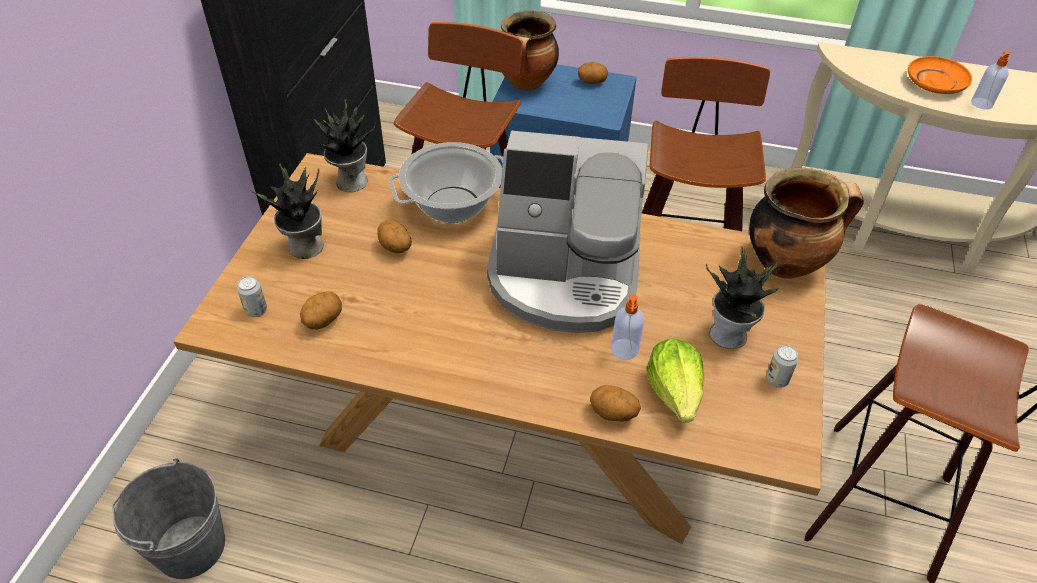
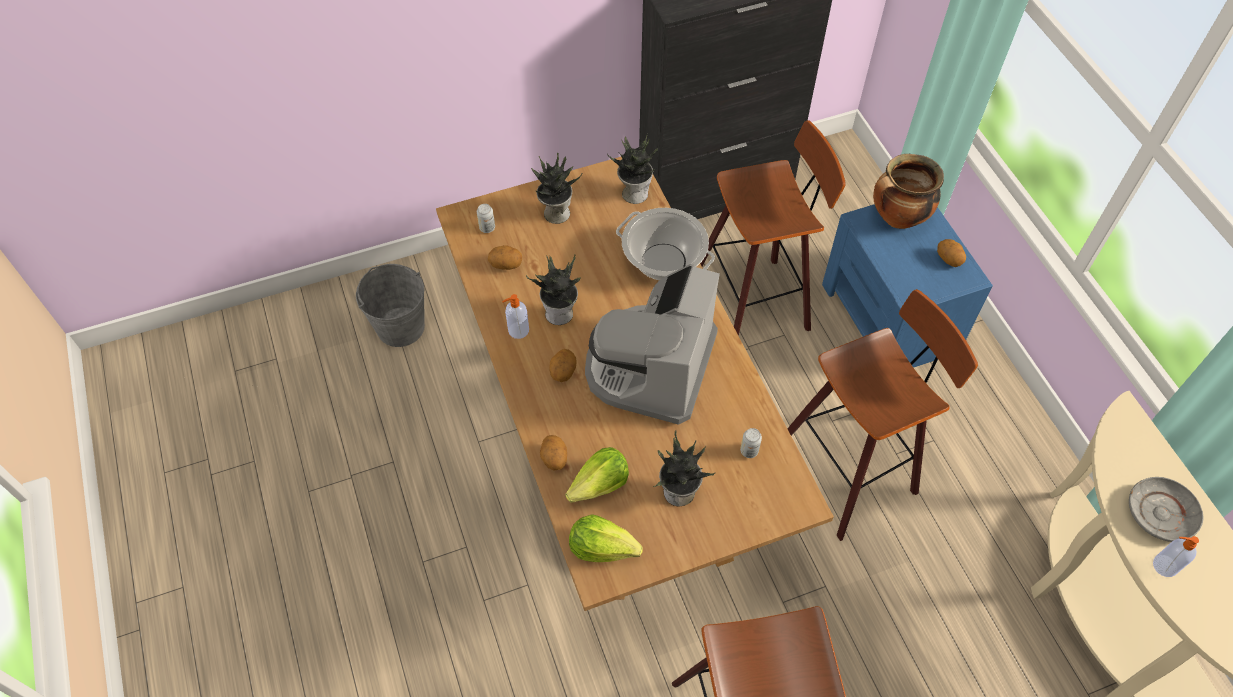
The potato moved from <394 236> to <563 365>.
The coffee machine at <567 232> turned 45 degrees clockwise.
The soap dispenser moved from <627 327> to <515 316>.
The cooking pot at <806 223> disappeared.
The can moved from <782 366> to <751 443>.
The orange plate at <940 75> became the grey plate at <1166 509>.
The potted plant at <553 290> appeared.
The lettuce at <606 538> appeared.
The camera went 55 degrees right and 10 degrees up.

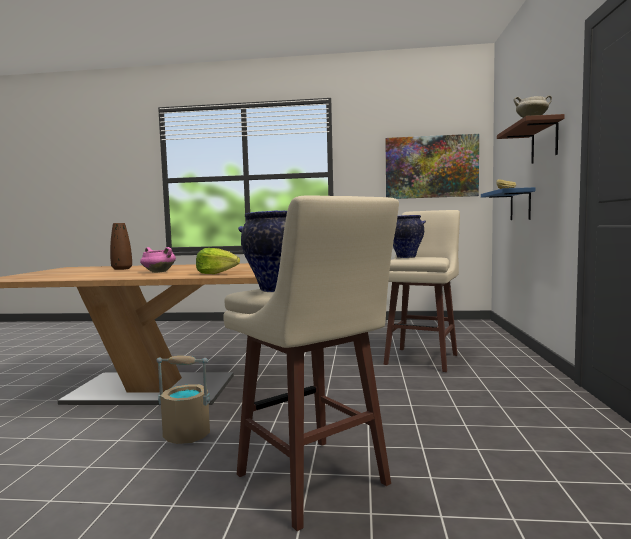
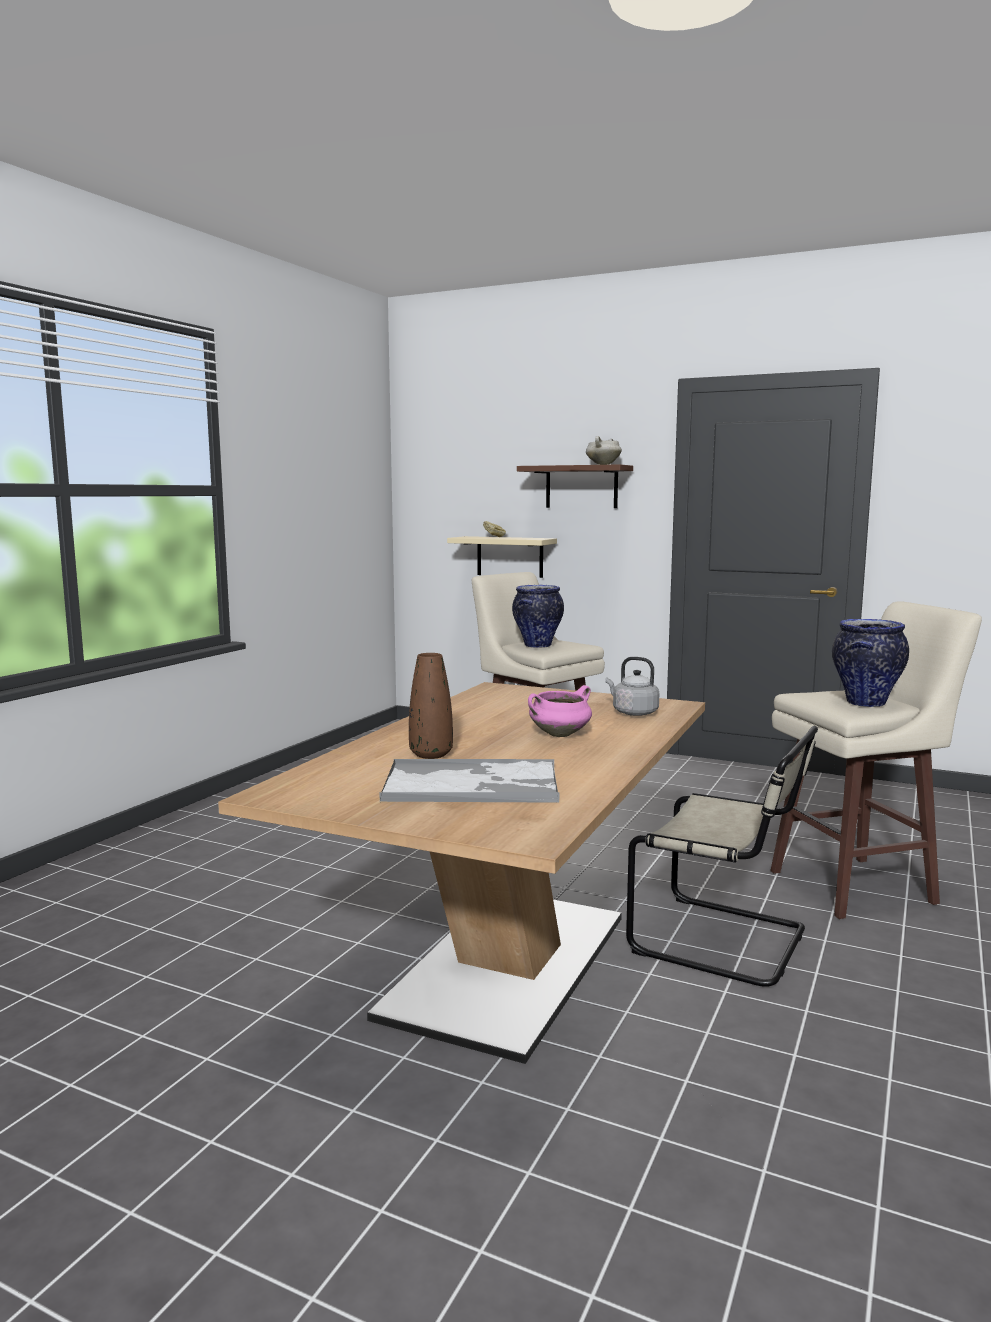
The beige bucket at <183 400> was replaced by the beige chair at <722 856>.
The lettuce at <218 261> was replaced by the grey kettle at <632 686>.
The picture at <432 166> disappeared.
The blue shelf at <508 203> became the beige shelf at <502 557>.
The tray at <469 781> appeared.
The camera went 70 degrees left and 5 degrees up.

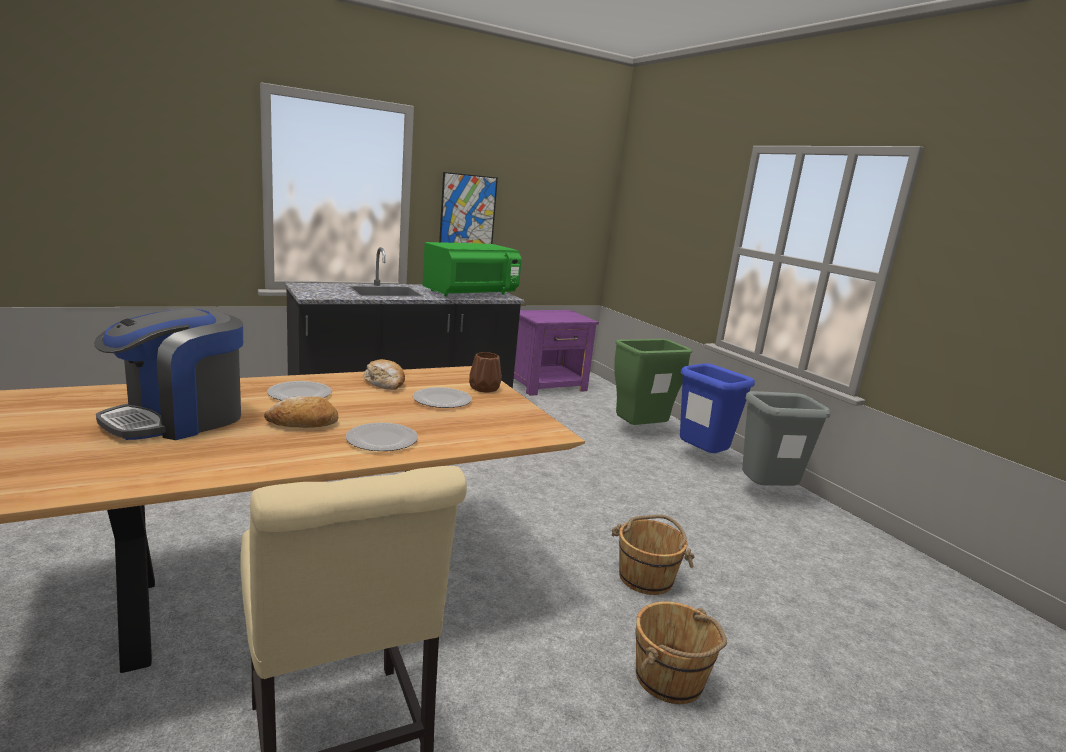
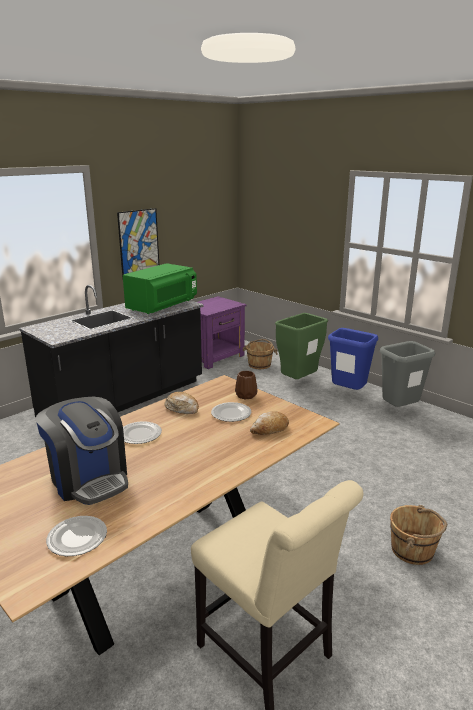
The coffee machine at <168 374> turned 60 degrees counterclockwise.
The bread moved from <301 412> to <269 423>.
The plate moved from <382 437> to <76 536>.
The brown bucket moved from <653 555> to <260 354>.
The camera went 15 degrees left and 5 degrees up.

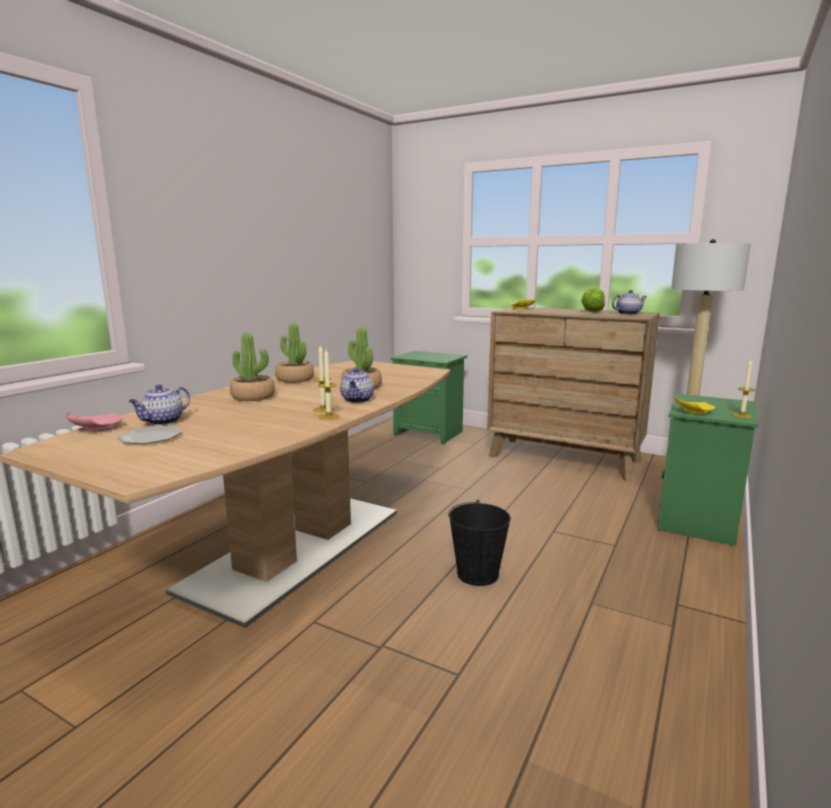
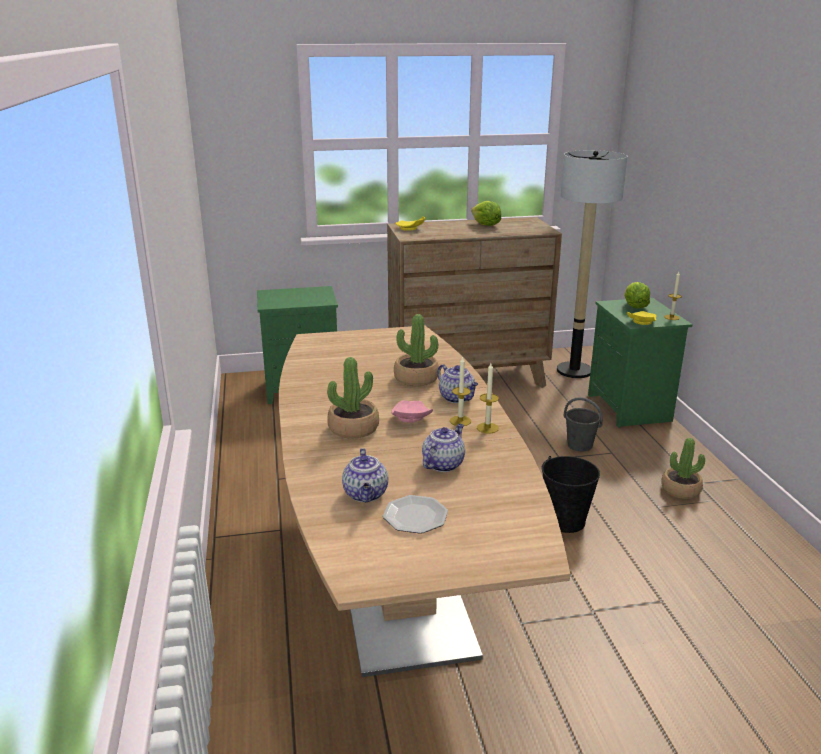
The pink plate moved from <94 422> to <412 411>.
The potted plant moved from <294 353> to <683 468>.
The teapot moved from <629 302> to <443 448>.
The grey bucket at <583 424> appeared.
The lettuce at <637 295> appeared.
The camera went 40 degrees left and 10 degrees up.

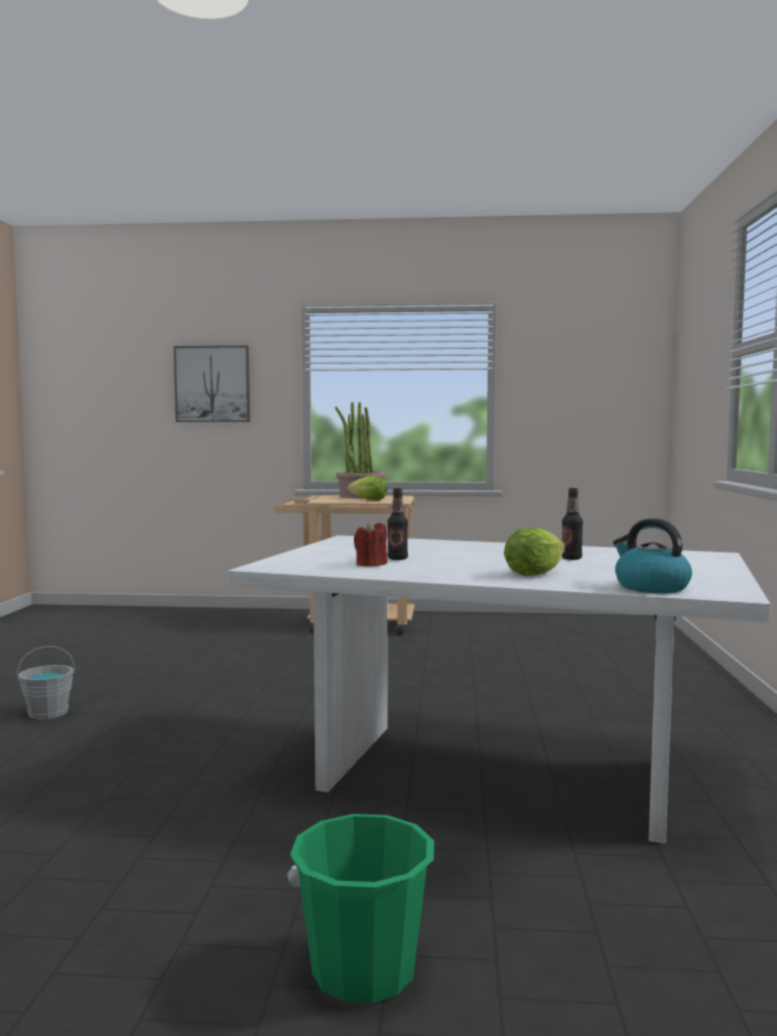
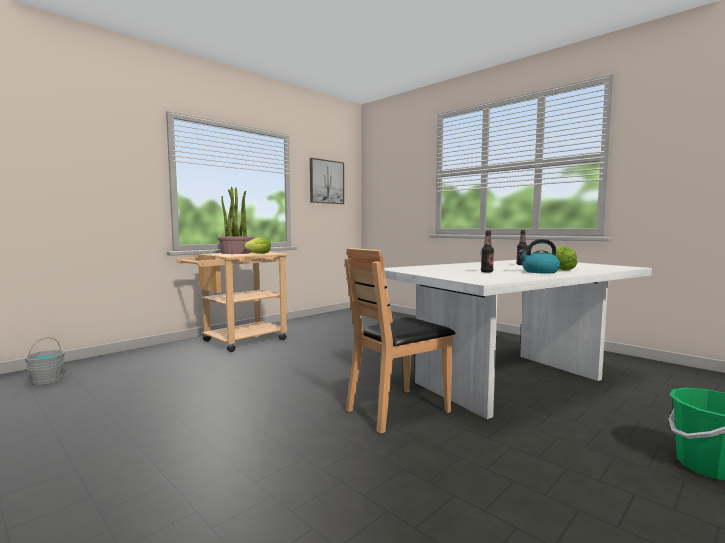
The grey bucket moved from <46 682> to <44 361>.
The picture moved from <212 384> to <327 181>.
The red candle at <370 543> disappeared.
The kettle moved from <652 555> to <539 256>.
The brown chair at <399 341> appeared.
The camera went 50 degrees left and 0 degrees up.

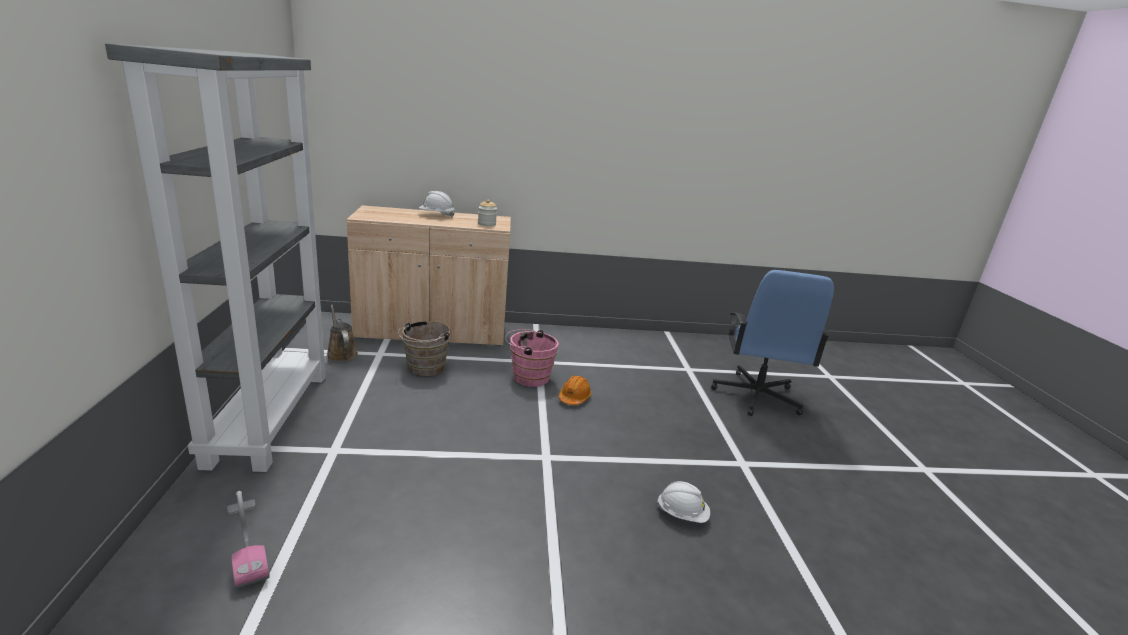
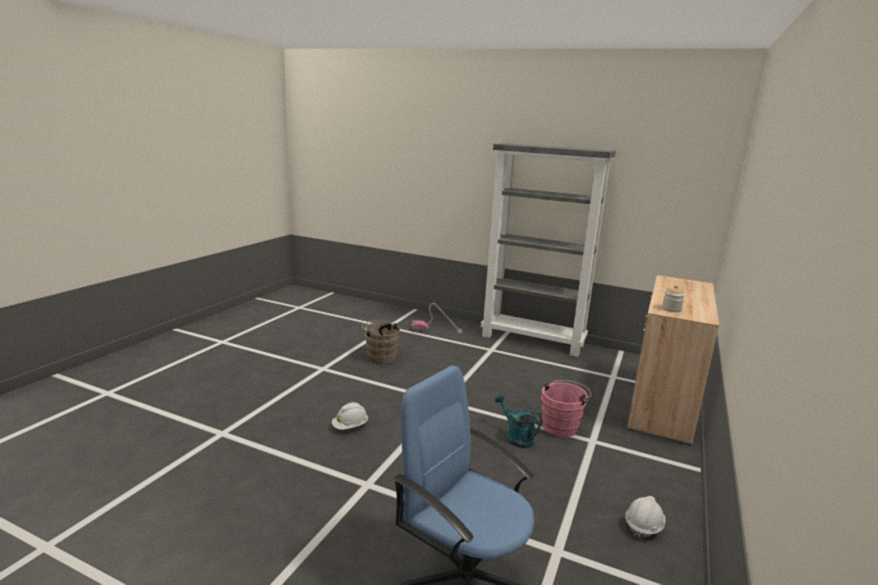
The brown watering can at <342 333> disappeared.
The brown bucket moved from <424 348> to <381 342>.
The white hard hat moved from <437 204> to <645 517>.
The orange hard hat at <575 390> was replaced by the turquoise watering can at <517 421>.
The camera went 120 degrees right and 5 degrees down.

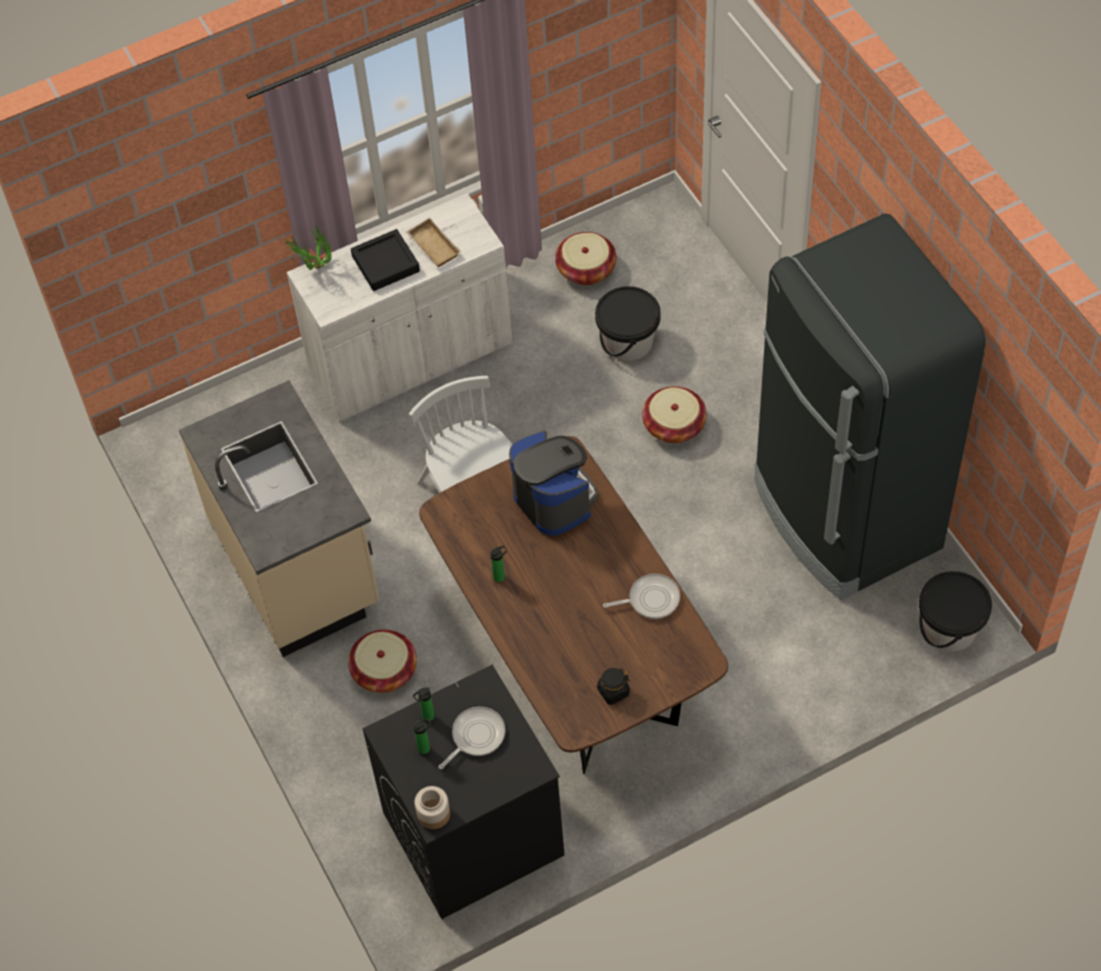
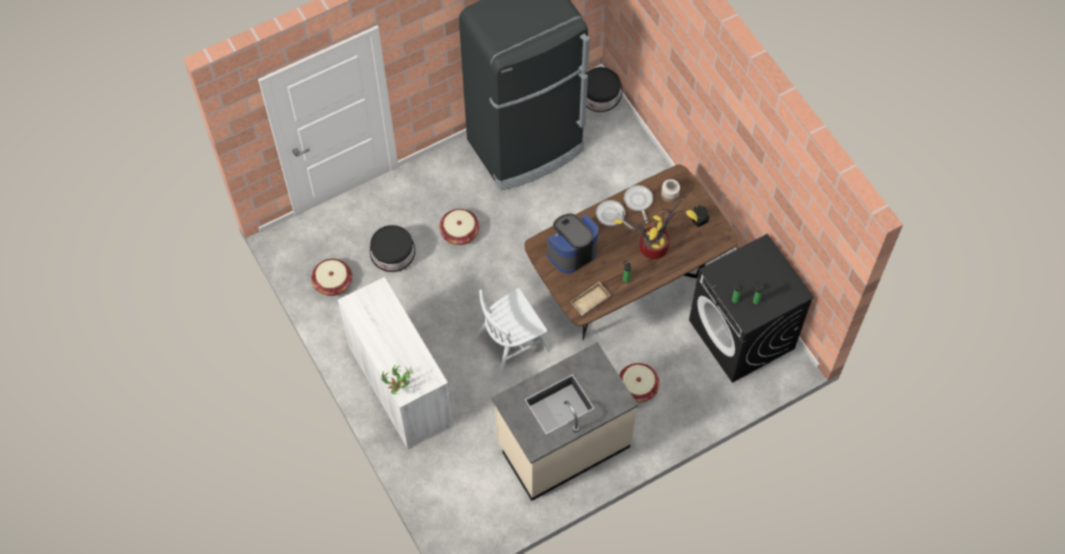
The black tray at <385 260> disappeared.
The beige tray moved from <433 242> to <590 299>.
The jar moved from <432 807> to <670 191>.
The frying pan moved from <472 738> to <615 215>.
The potted plant at <655 227> appeared.
The camera went 95 degrees left and 5 degrees up.

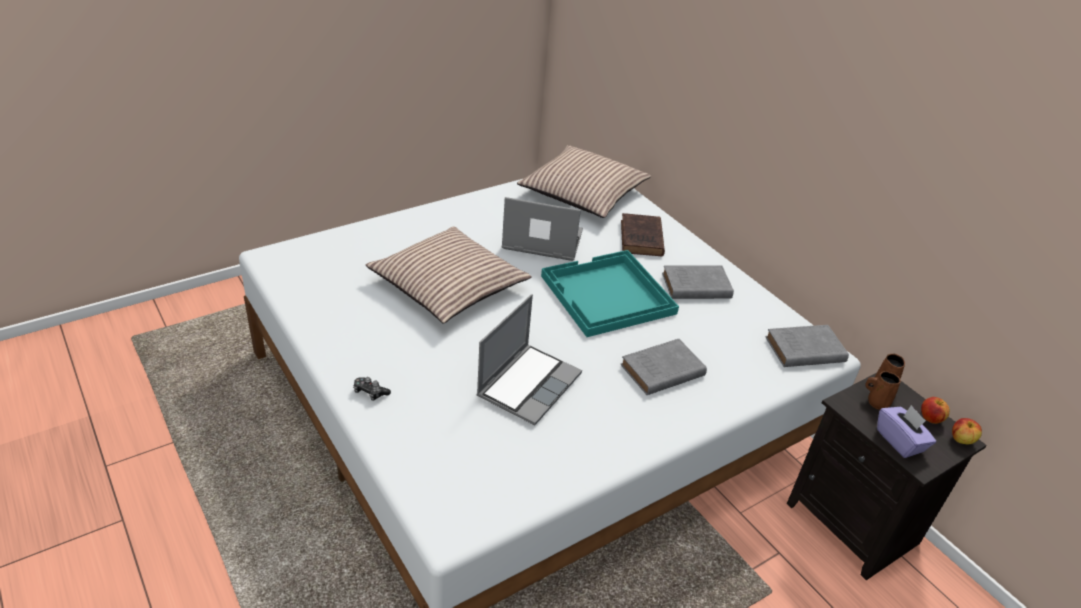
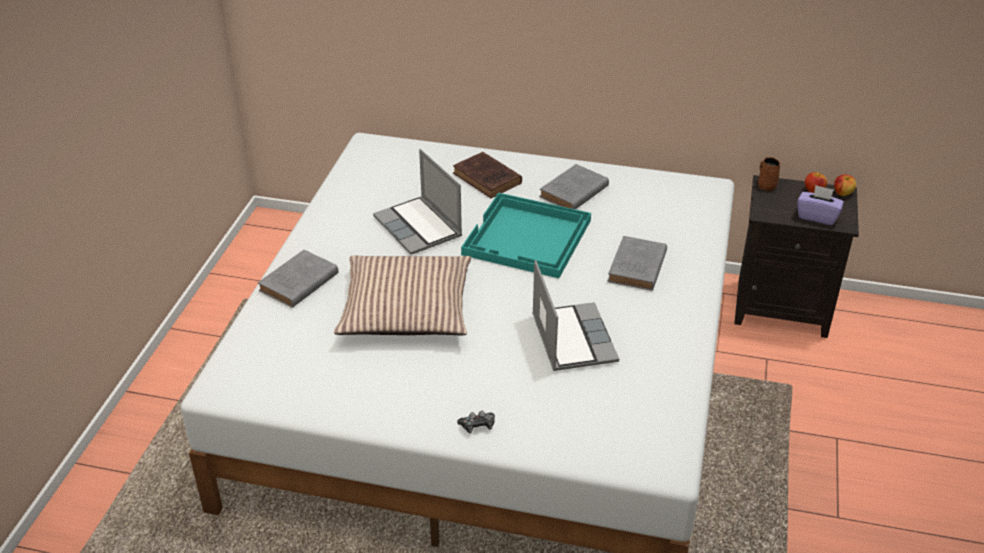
The laptop at <542 229> turned 90 degrees counterclockwise.
The pillow at <584 181> disappeared.
The grey book moved from <807 346> to <298 279>.
The brown mug at <883 390> disappeared.
The camera went 40 degrees left and 0 degrees up.

